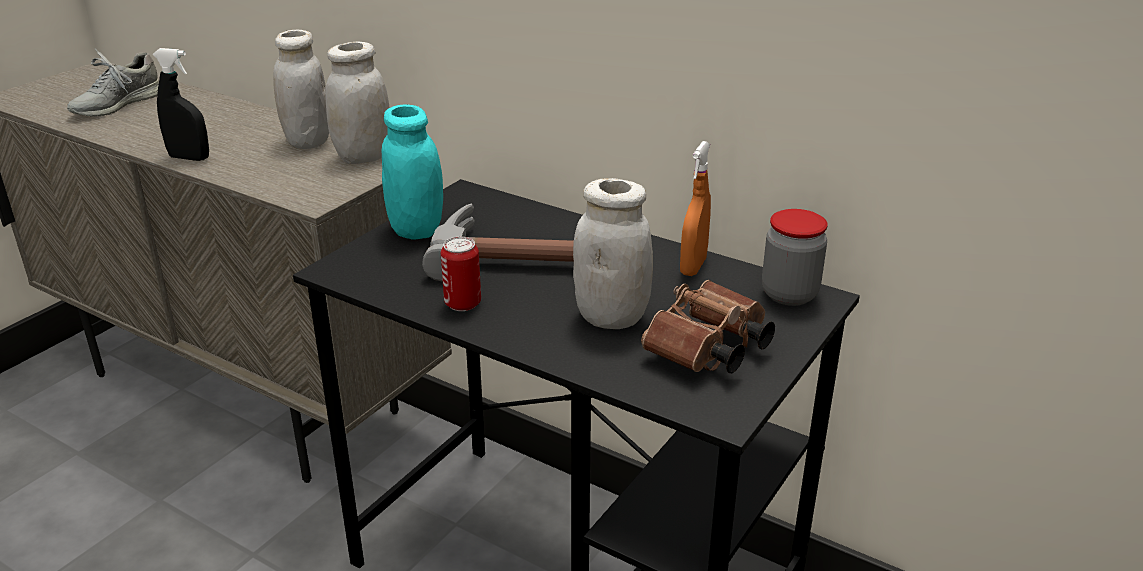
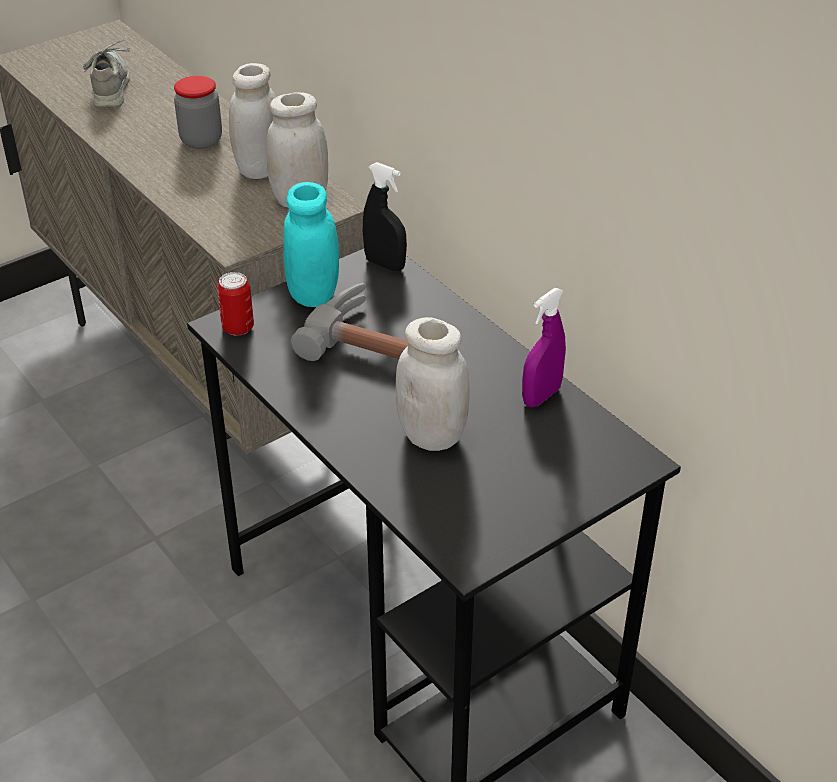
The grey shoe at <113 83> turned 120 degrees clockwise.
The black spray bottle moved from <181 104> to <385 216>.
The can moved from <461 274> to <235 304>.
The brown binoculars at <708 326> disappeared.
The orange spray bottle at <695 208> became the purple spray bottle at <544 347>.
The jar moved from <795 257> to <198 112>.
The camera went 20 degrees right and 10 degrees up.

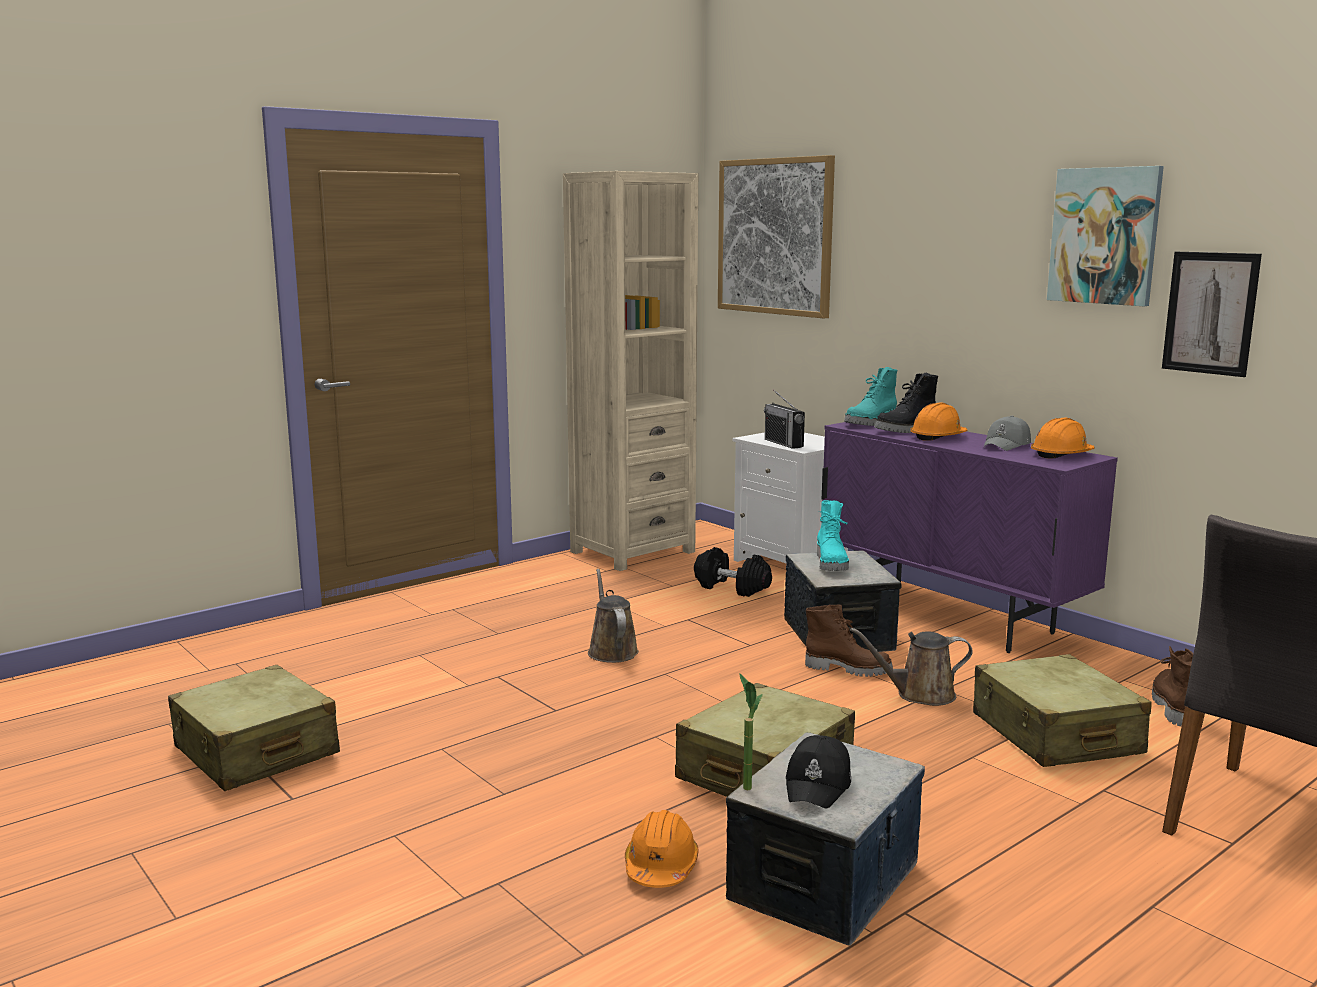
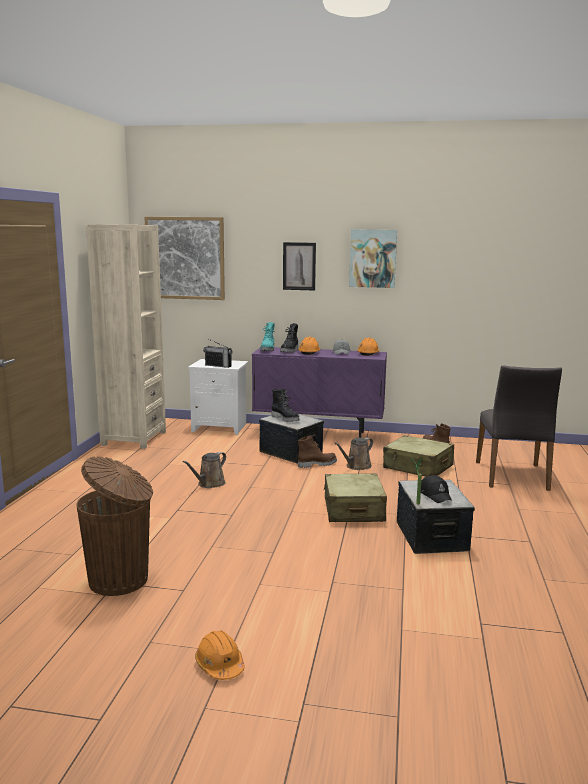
The beige suitcase at <254 728> was replaced by the brown trash can at <114 526>.
The brown watering can at <613 616> turned 90 degrees counterclockwise.
The orange hard hat moved from <661 849> to <220 655>.
The black dumbbell at <733 572> disappeared.
The turquoise boot at <833 535> became the black boot at <286 405>.
The picture moved from <1212 314> to <299 266>.
The camera went 40 degrees left and 0 degrees up.

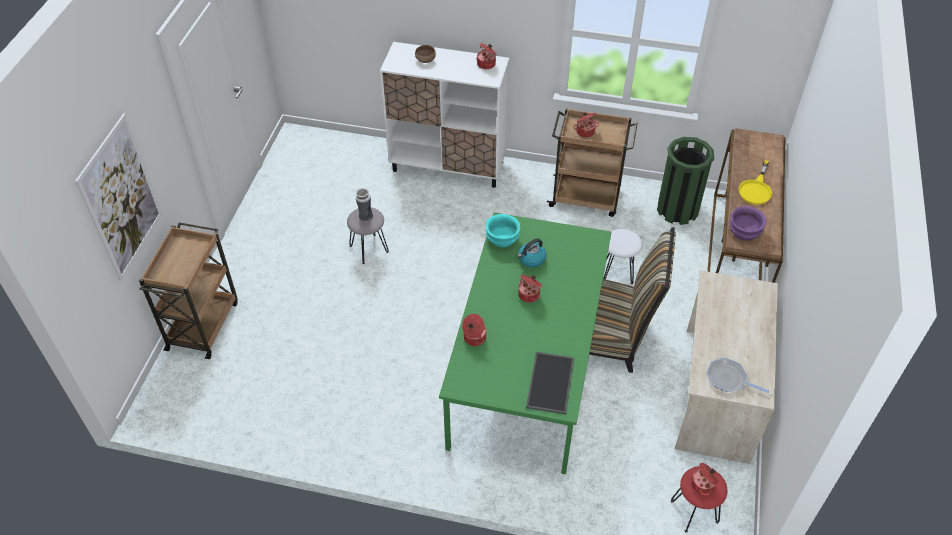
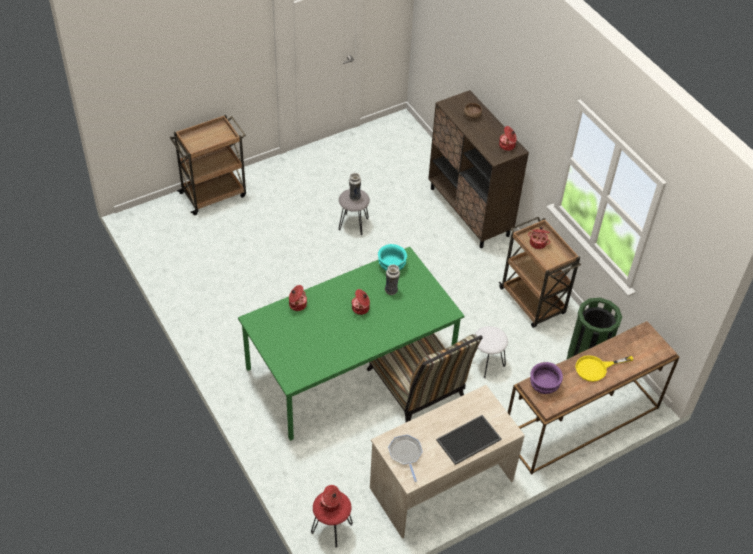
The picture at <118 197> disappeared.
The white cabinet at <444 115> became the brown cabinet at <478 169>.
The kettle at <532 252> was replaced by the vase at <392 279>.
The tray moved from <550 383> to <469 440>.
The camera went 45 degrees right and 0 degrees up.

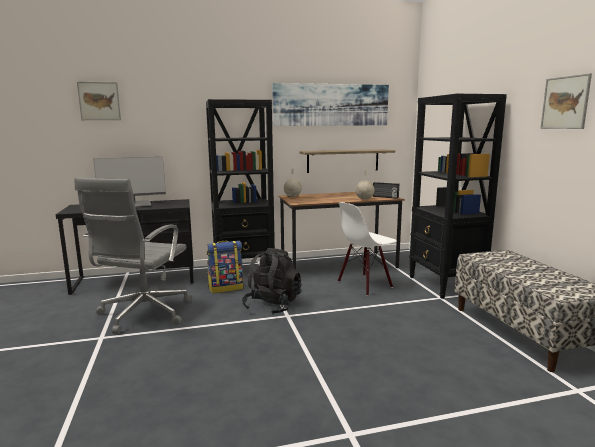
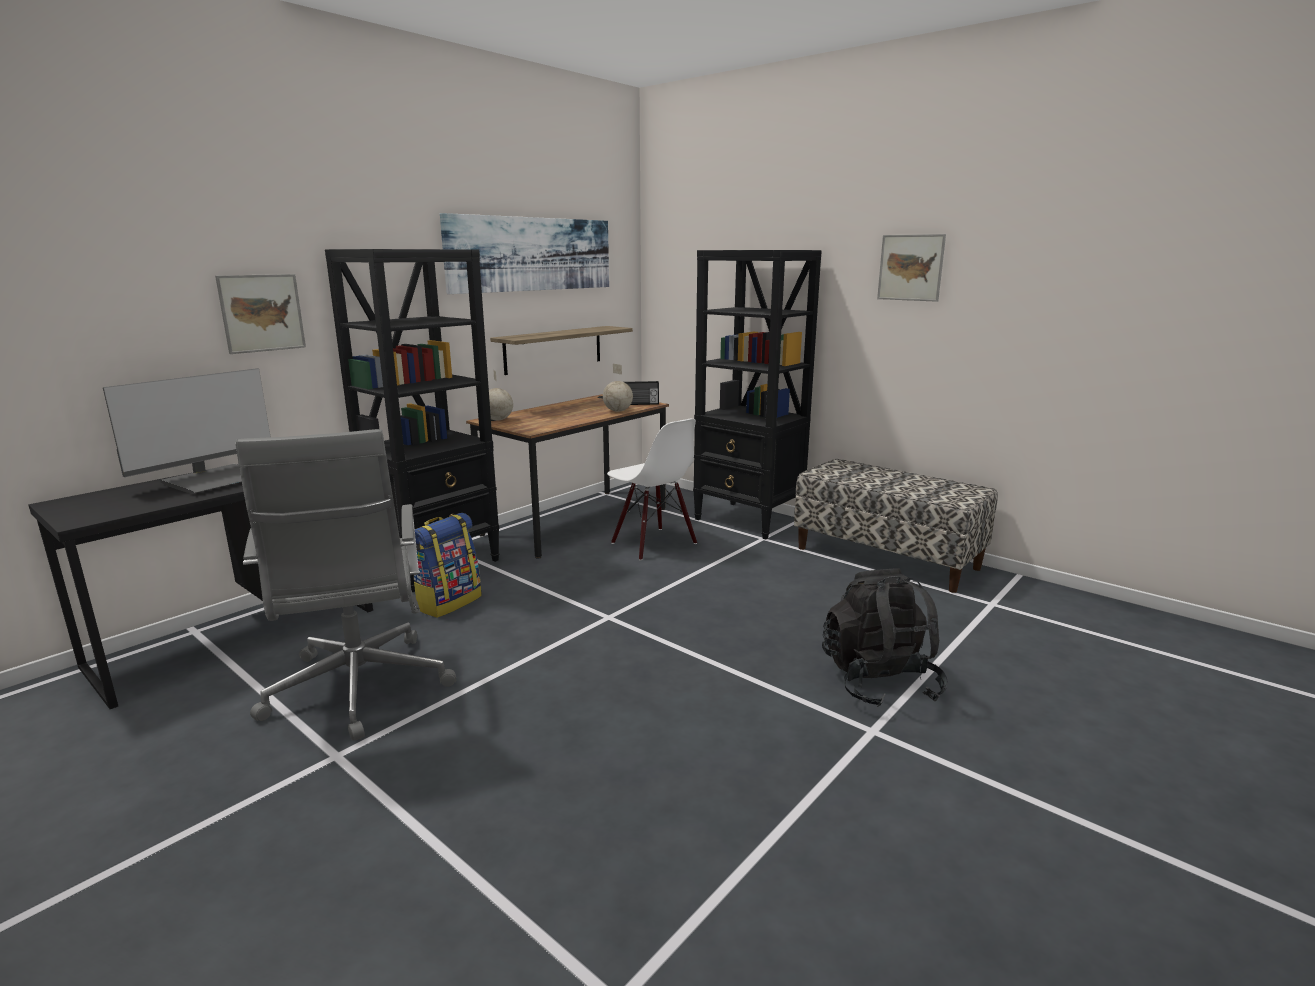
The picture moved from <99 101> to <260 314>.
The black backpack moved from <272 281> to <884 637>.
The white chair at <367 249> turned 60 degrees counterclockwise.
The camera went 35 degrees left and 5 degrees up.

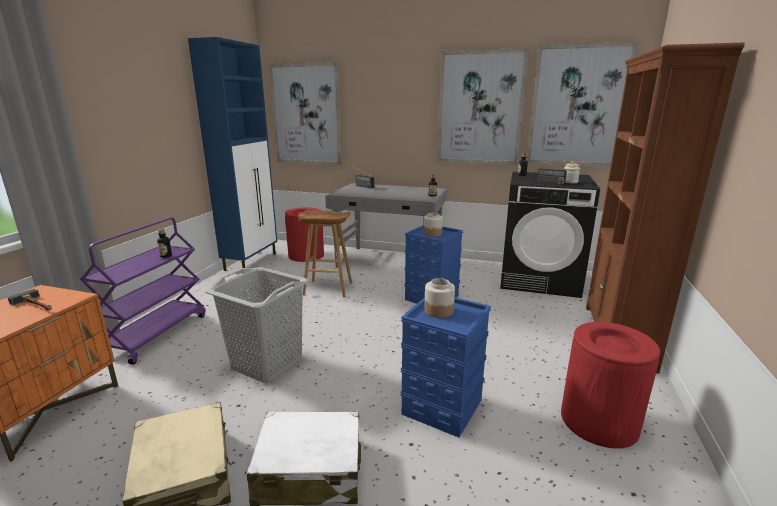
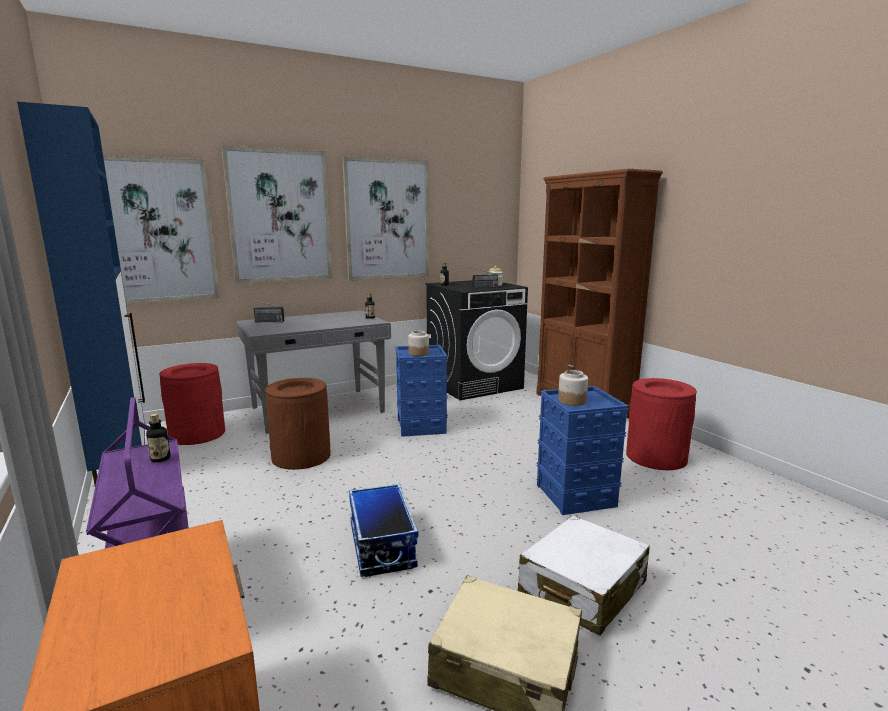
The hammer at <30 300> disappeared.
The grey laundry basket at <257 325> was replaced by the storage box at <383 530>.
The brown stool at <325 254> was replaced by the brown trash can at <298 424>.
The picture moved from <582 104> to <276 214>.
The camera went 45 degrees left and 5 degrees down.

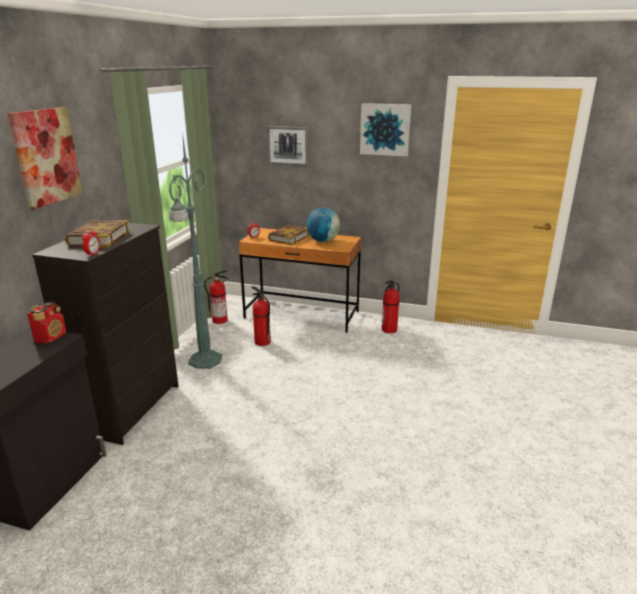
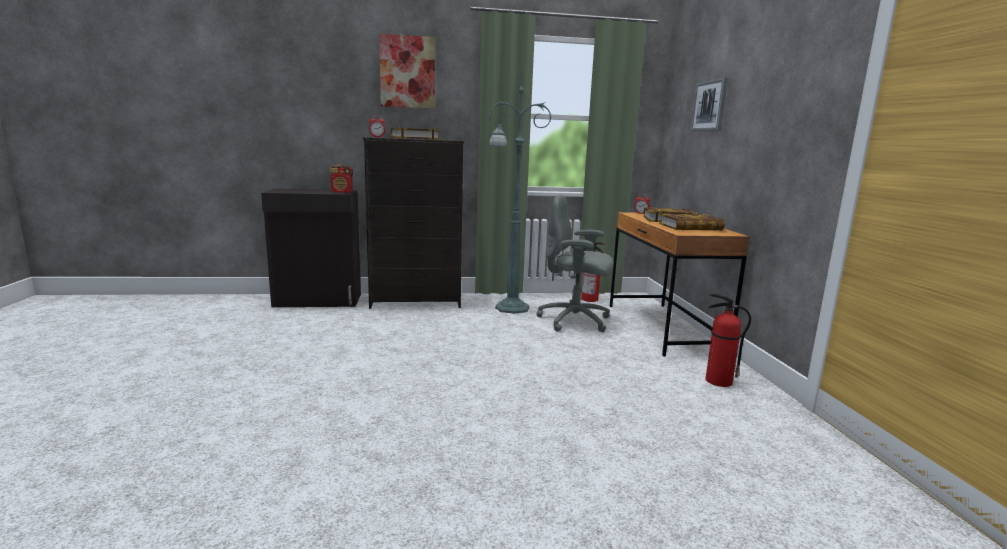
The fire extinguisher at <261 316> was replaced by the grey office chair at <575 263>.
The globe at <323 225> was replaced by the book at <692 222>.
The picture at <385 129> disappeared.
The camera went 65 degrees right and 10 degrees down.

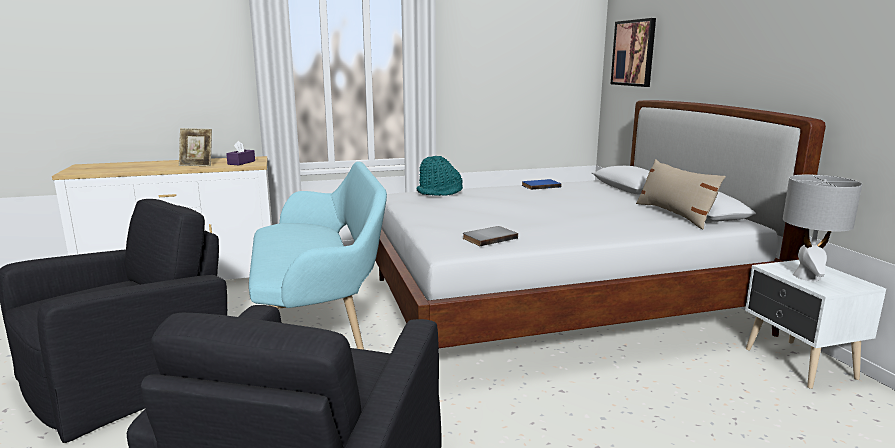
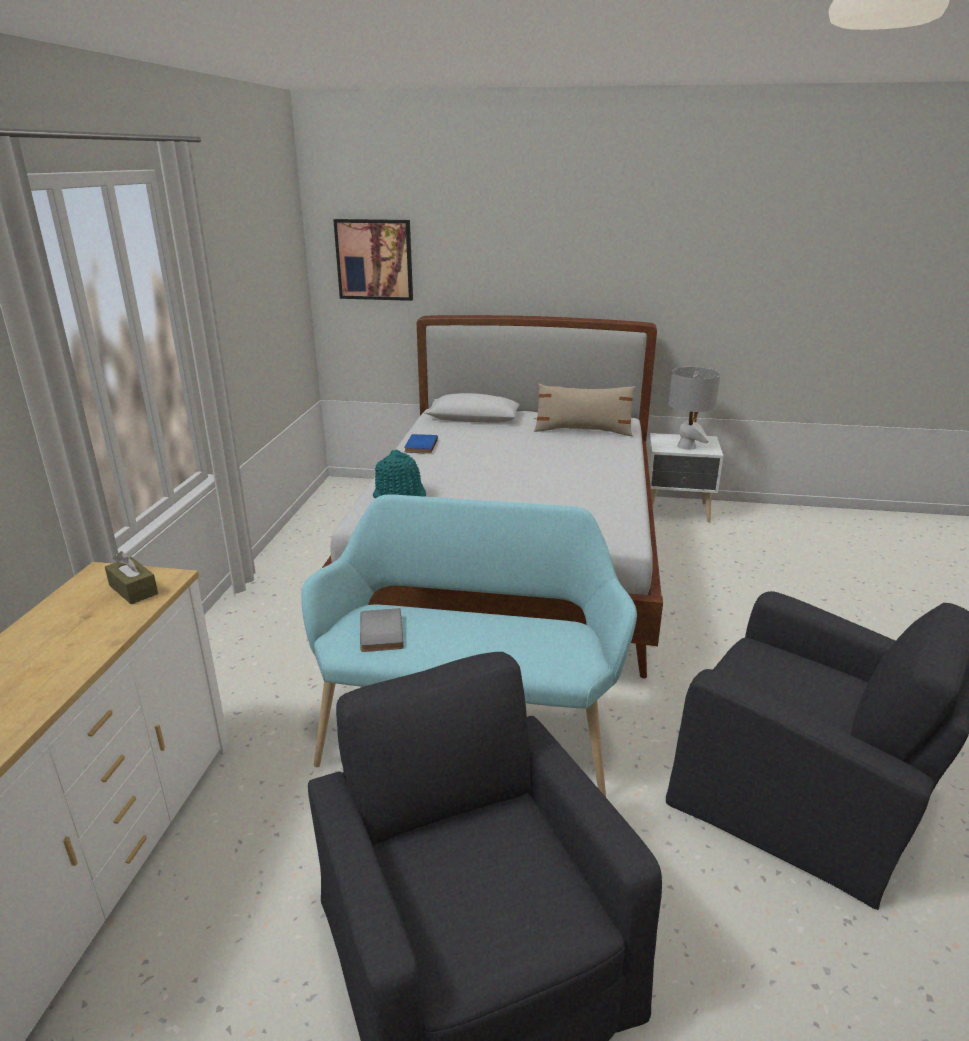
The picture frame at <195 147> disappeared.
The purple tissue box at <240 153> became the brown tissue box at <131 577>.
The grey book moved from <490 236> to <381 630>.
The camera went 65 degrees left and 10 degrees up.

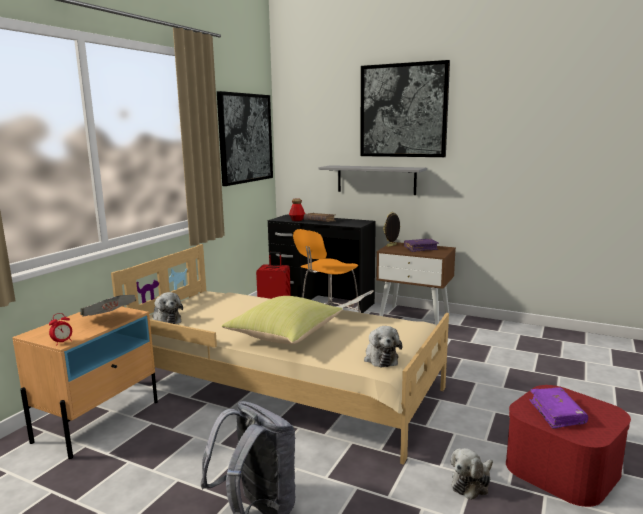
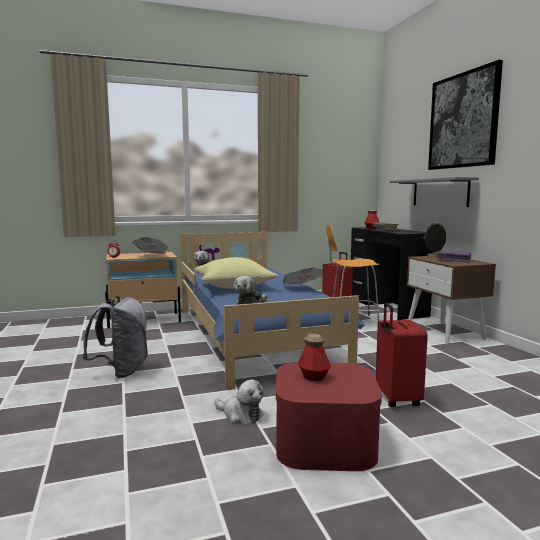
The beige bed at <280 354> became the blue bed at <272 310>.
The picture at <245 138> disappeared.
The plush toy at <472 474> turned 150 degrees counterclockwise.
The purple book at <558 408> was replaced by the bottle at <314 357>.
The red suitcase at <402 355> appeared.
The camera went 45 degrees right and 5 degrees down.

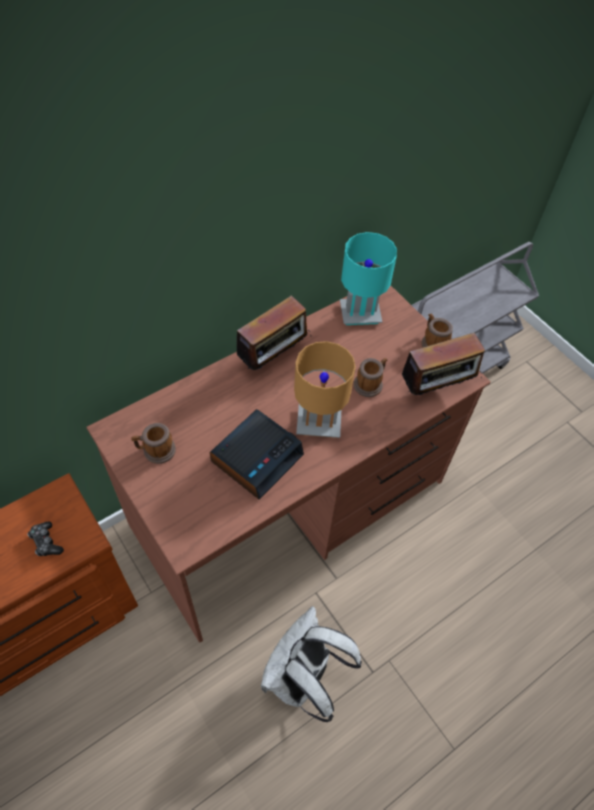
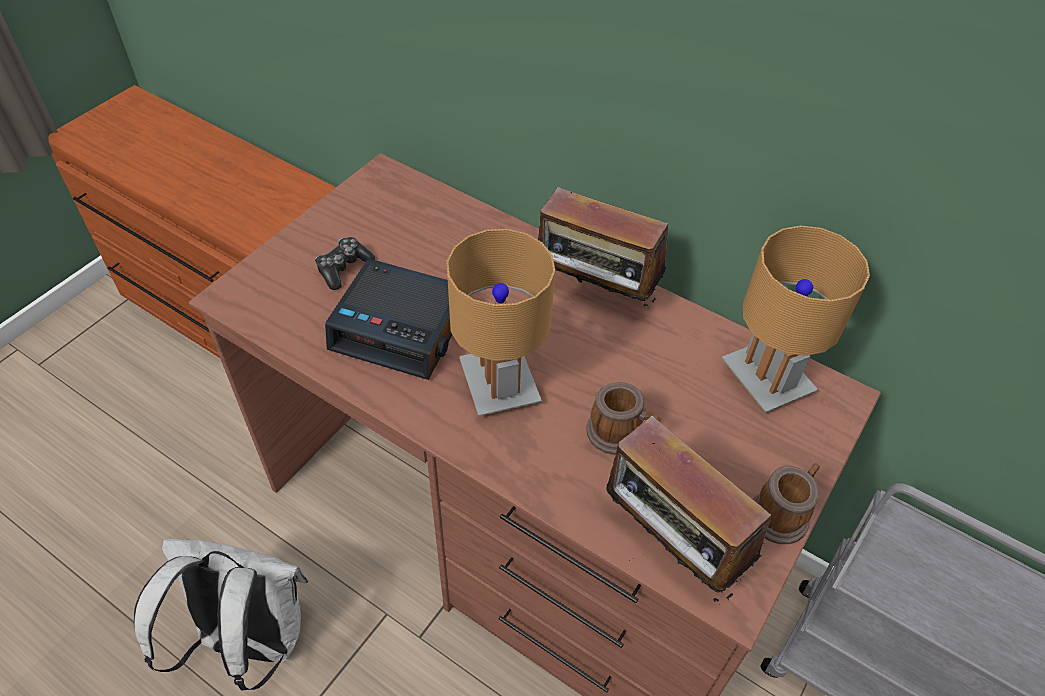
The game controller moved from <45 538> to <345 263>.
The mug at <153 443> disappeared.
The turquoise table lamp at <368 278> became the brown table lamp at <796 319>.
The camera went 70 degrees right and 5 degrees down.

